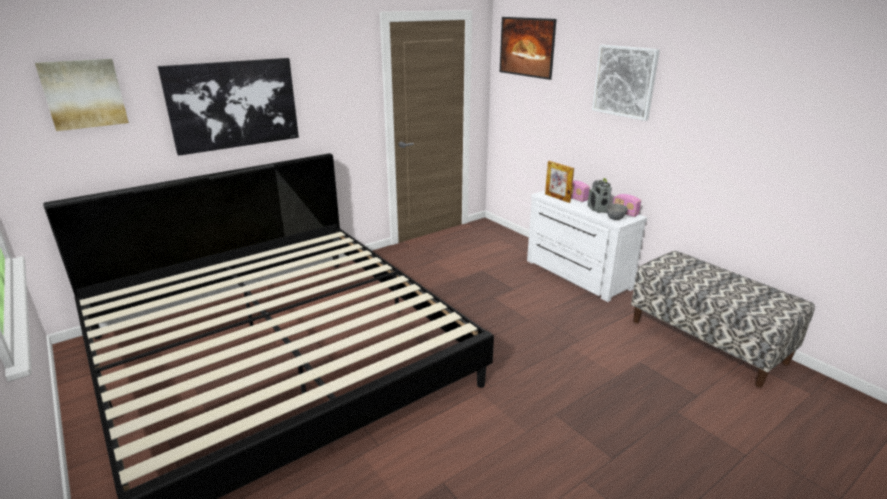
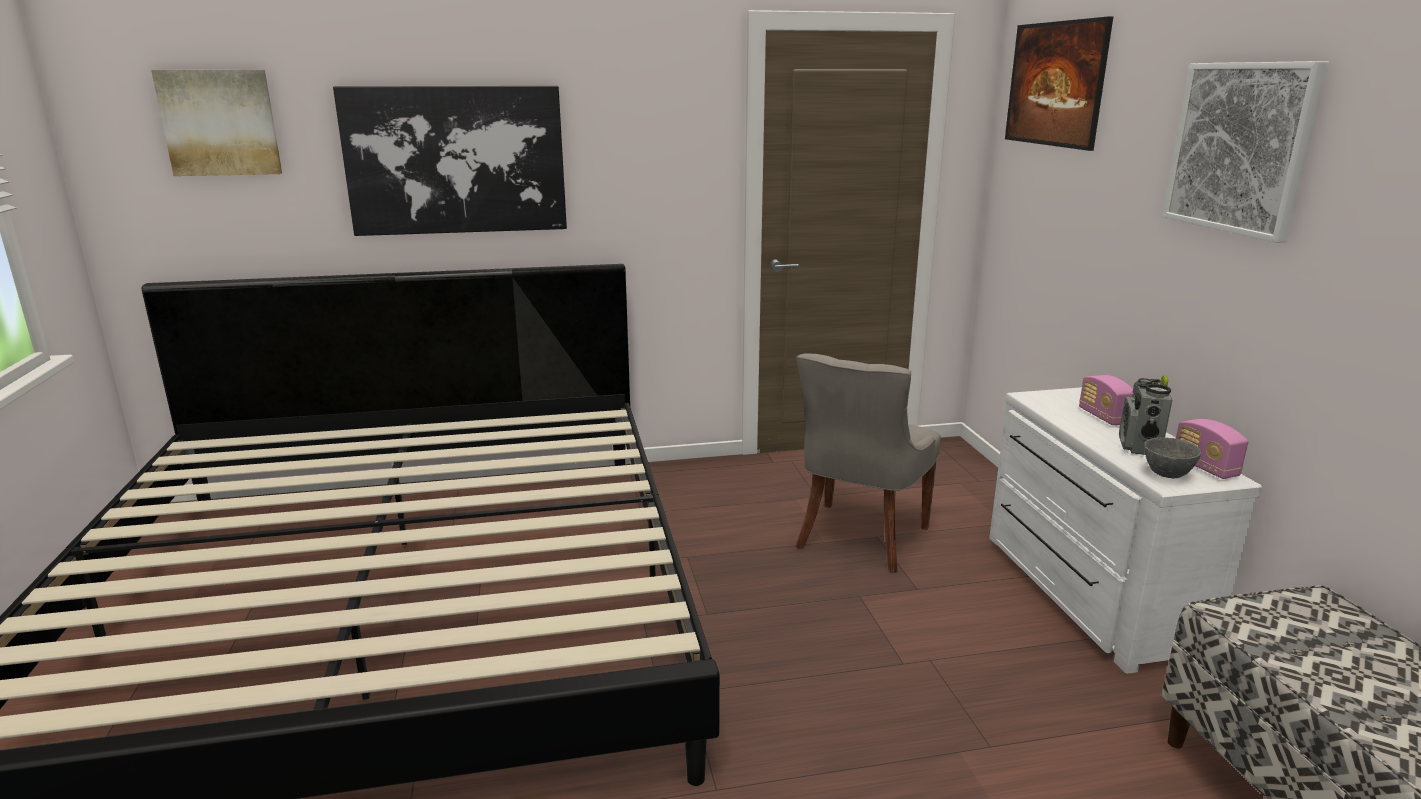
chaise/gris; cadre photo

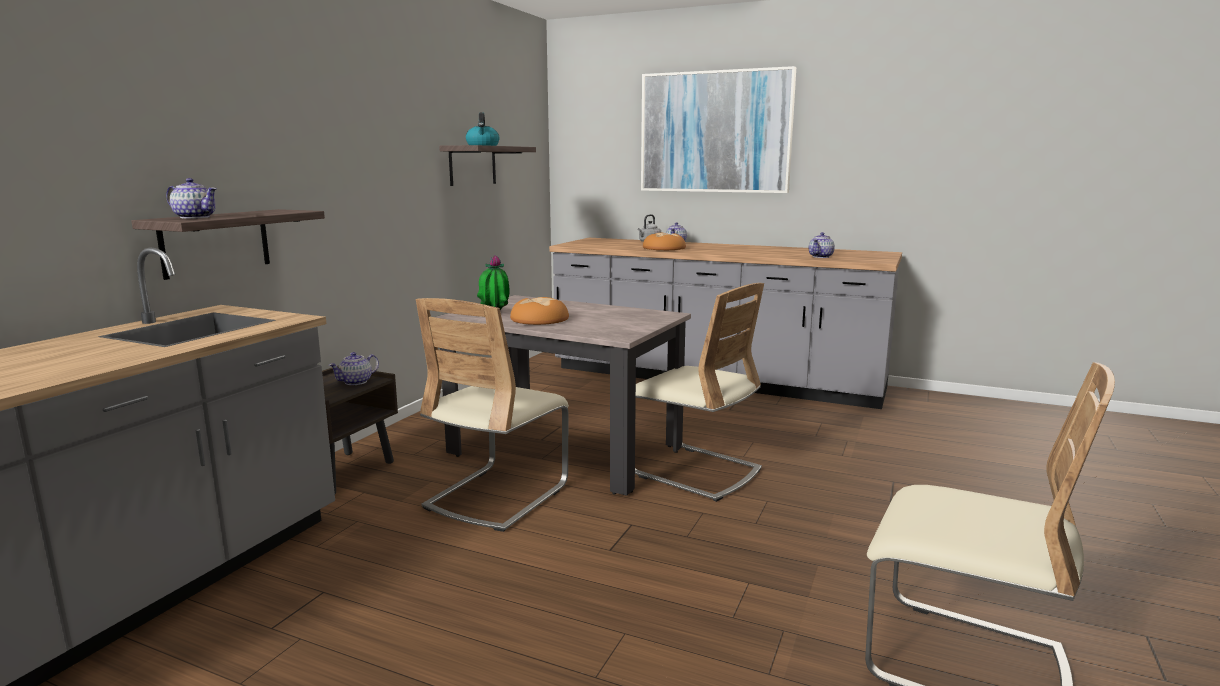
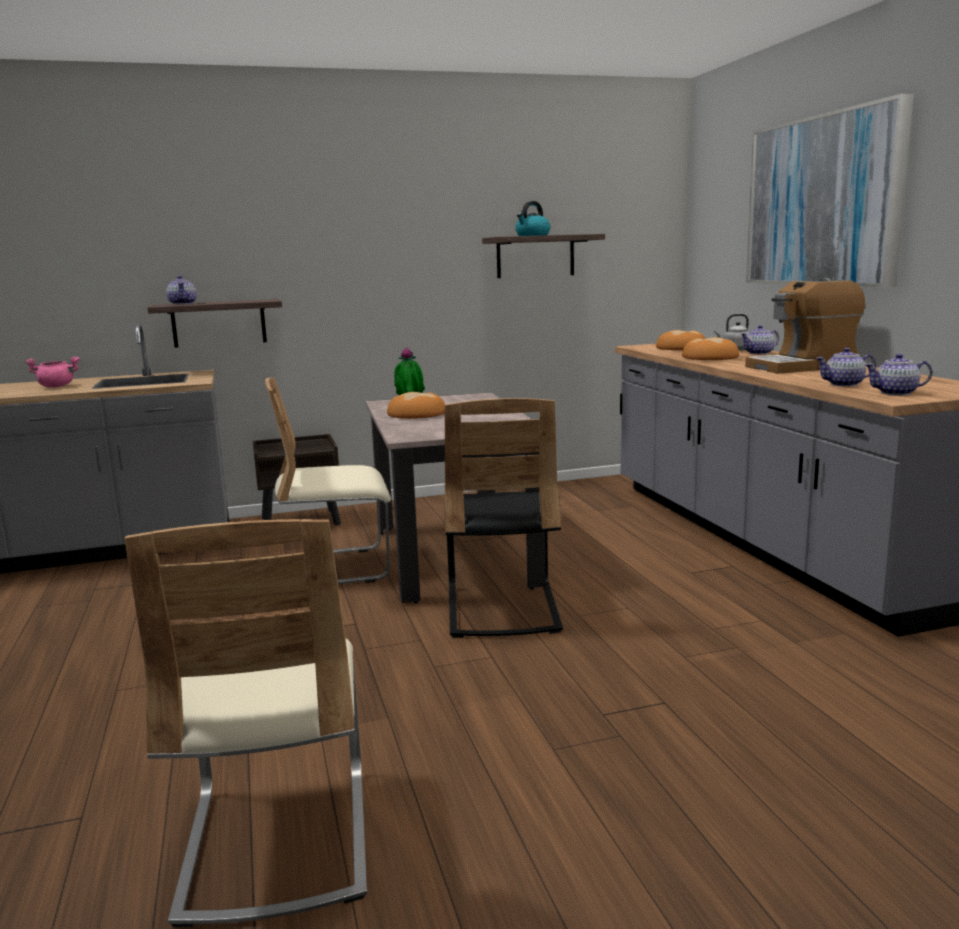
marmite/rose; chaise/noir; pain (2nd from left); machine à café; théière (4th from left)

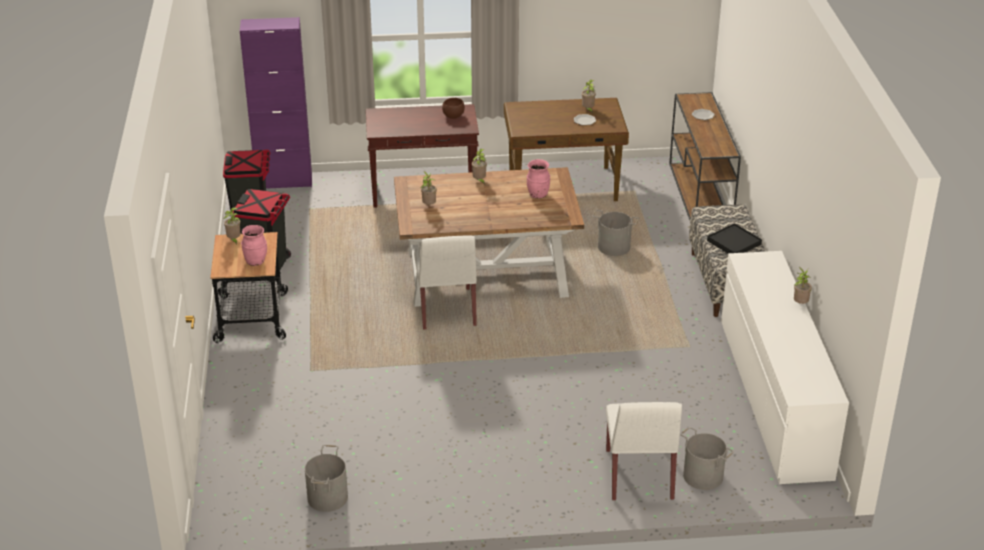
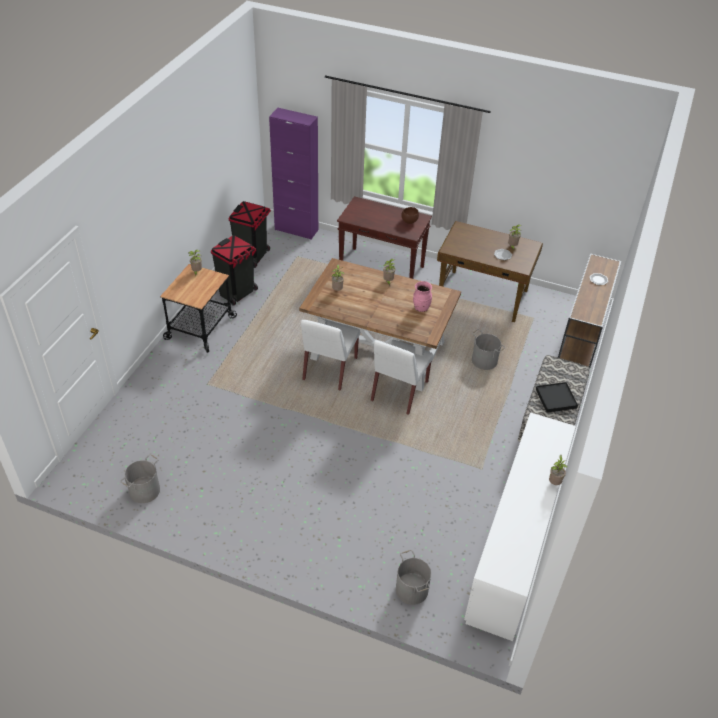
chaise/blanc (2nd from left); vase/rose (1st from left in the first image)

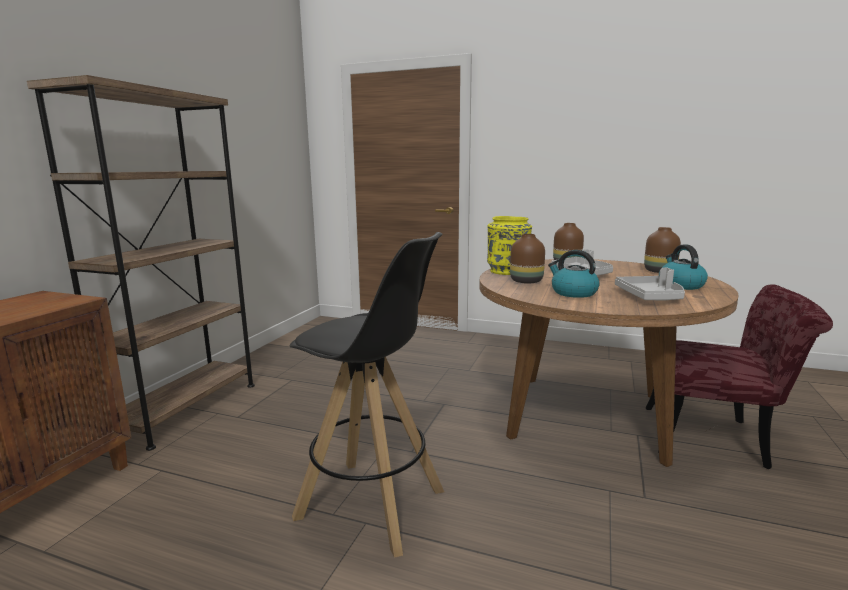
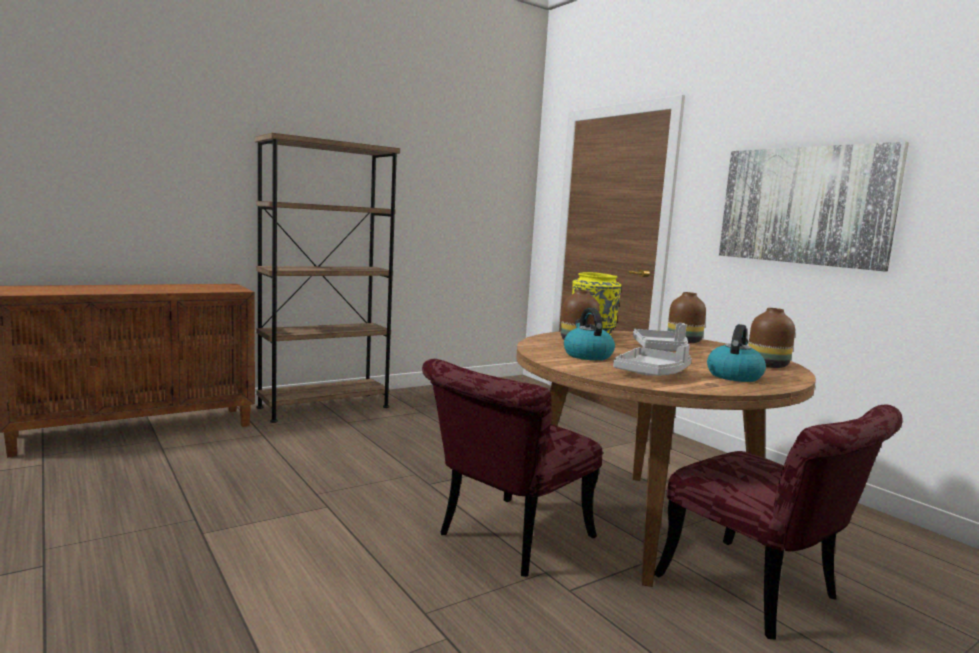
chaise/rouge (1st from left); tableau; tabouret/noir

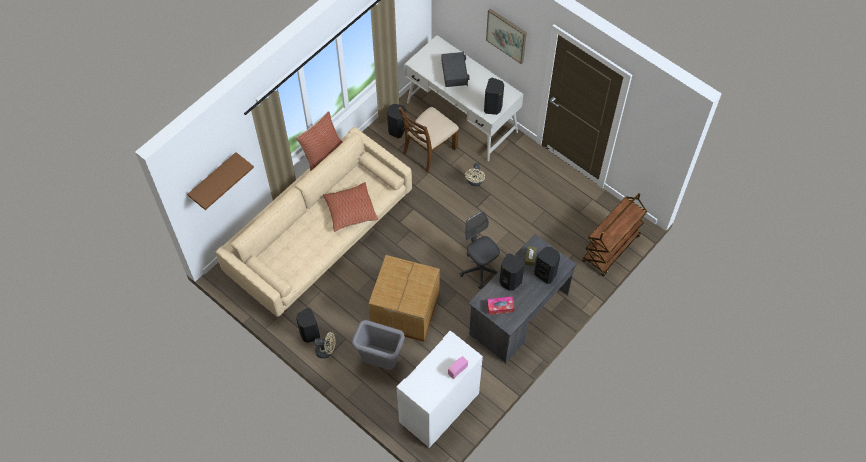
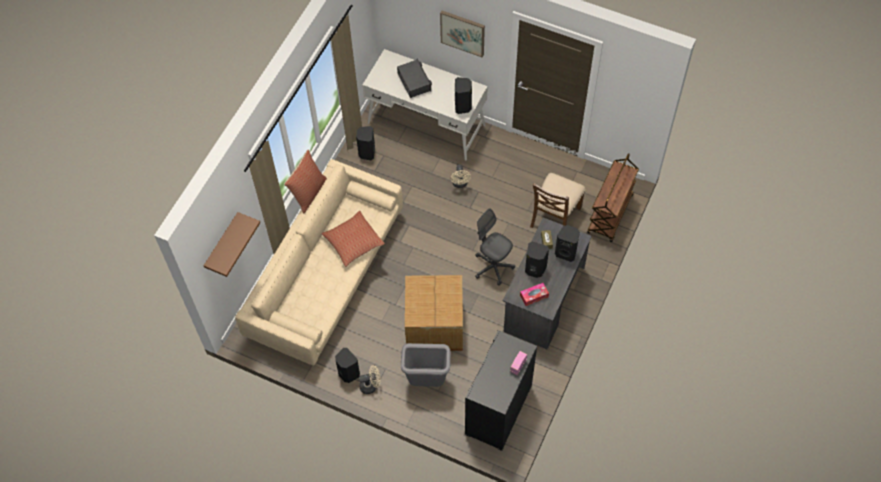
meuble de rangement/noir; chaise/marron

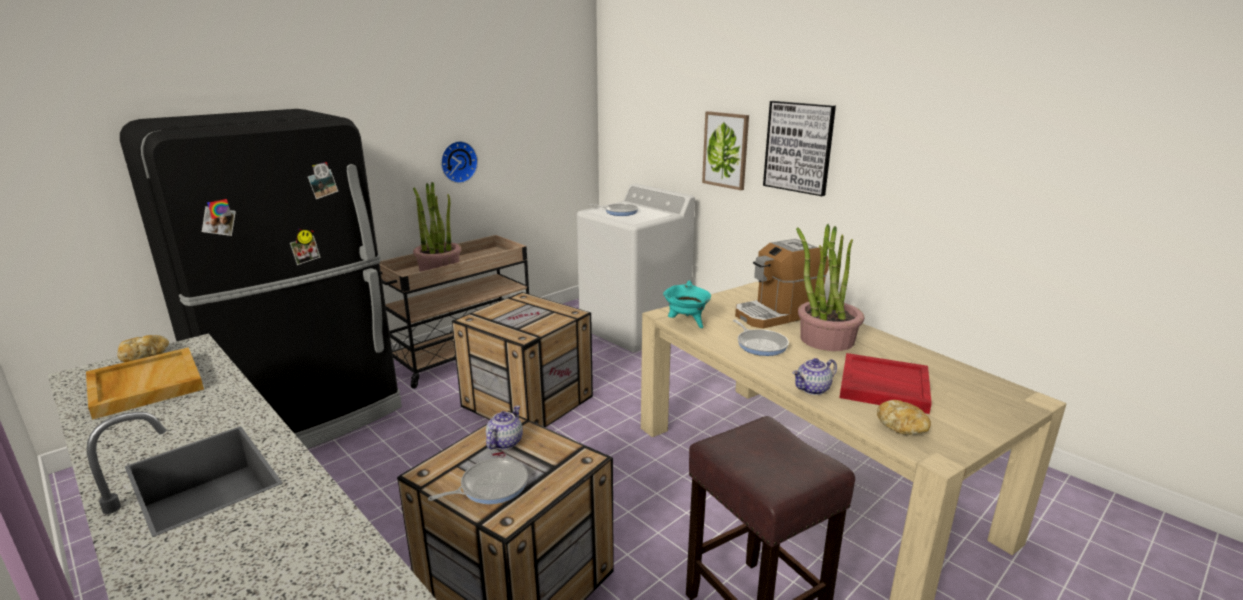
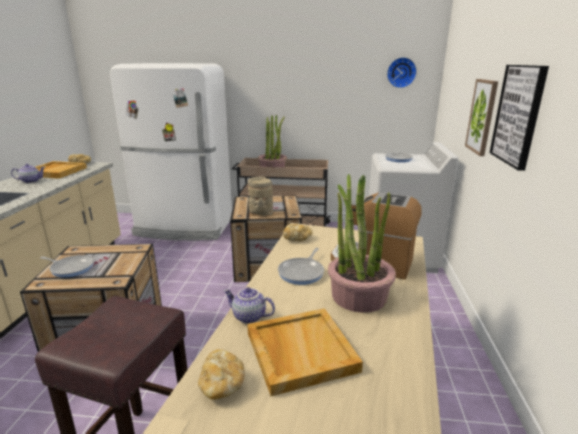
théière (1st from left); réfrigérateur/blanc; plateau/beige (2nd from left); vase/beige; pain (3rd from left); horloge murale

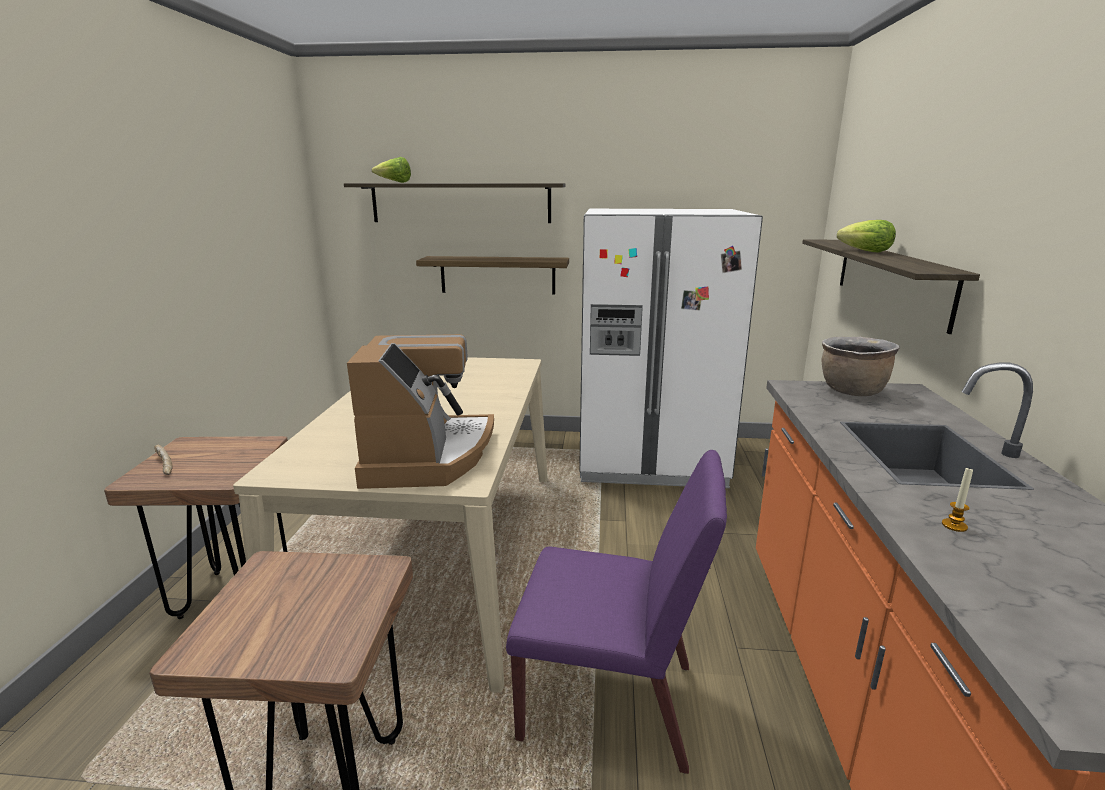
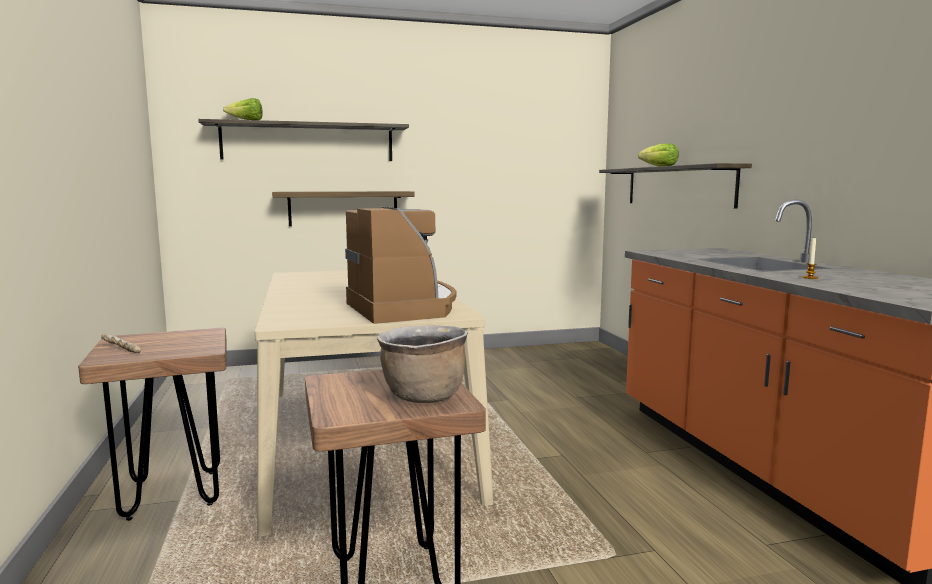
marmite/marron; chaise/violet; réfrigérateur/blanc

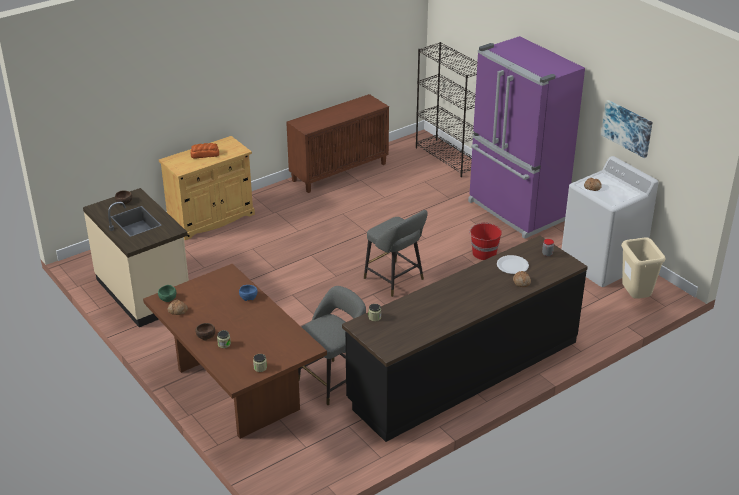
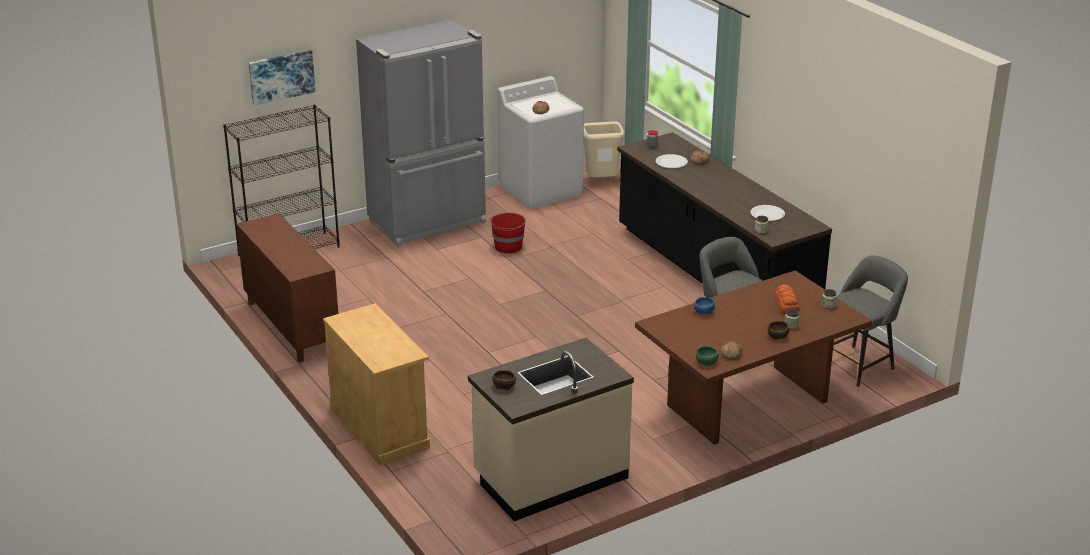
tableau; réfrigérateur/gris; assiette/blanc (2nd from left); pain (4th from left); tabouret/gris (2nd from left)

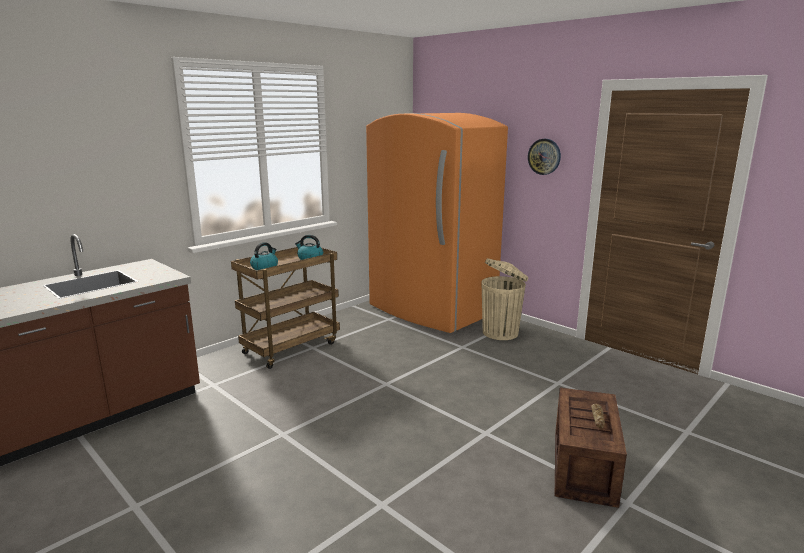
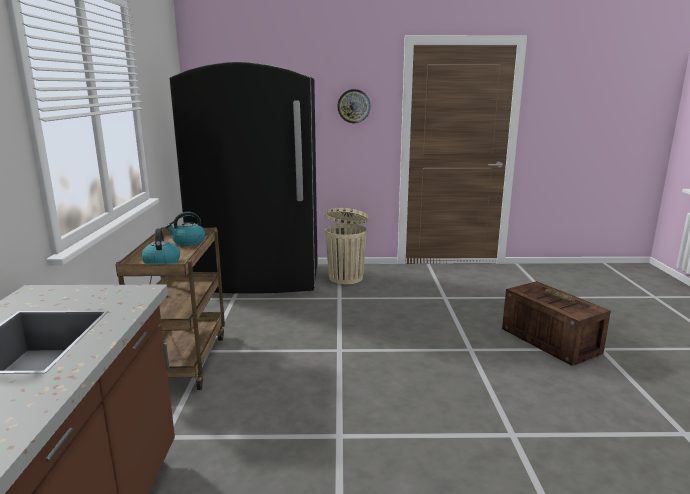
réfrigérateur/noir

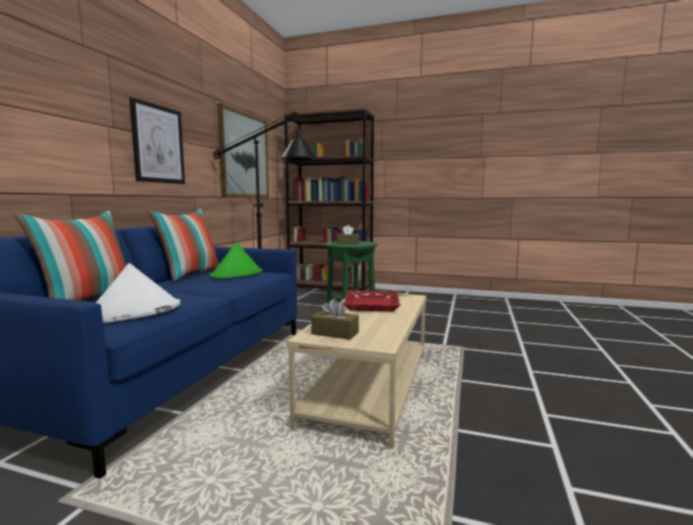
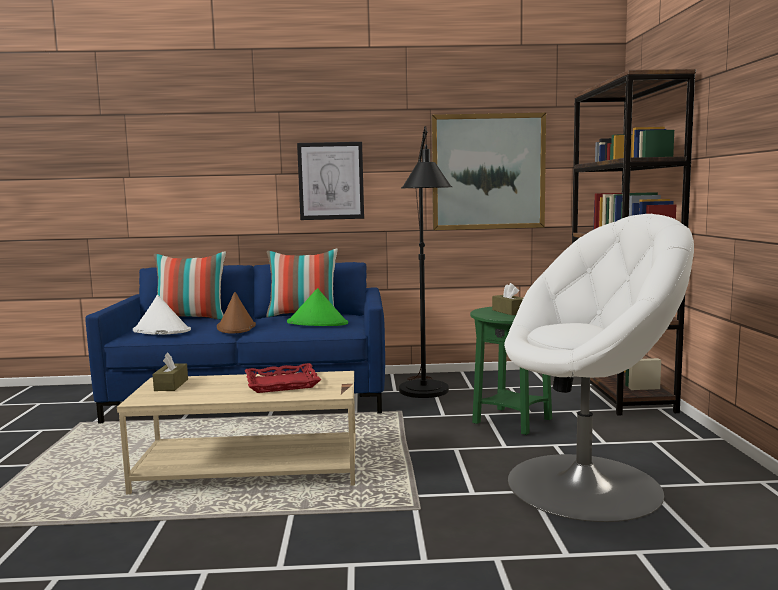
chapeau/marron; fauteuil/blanc

